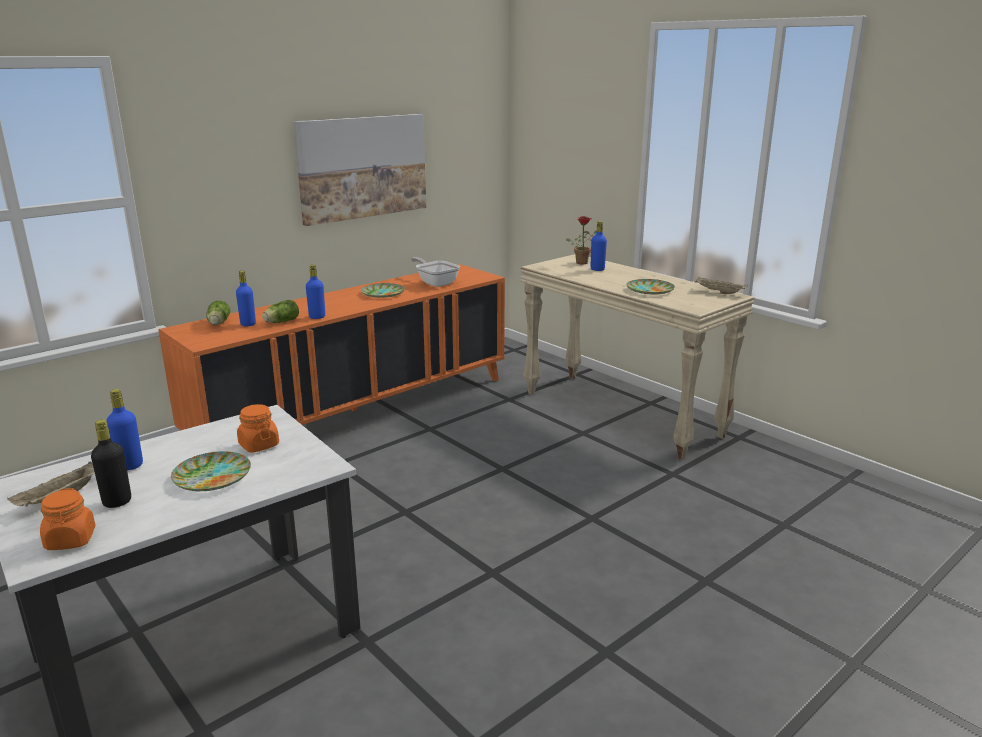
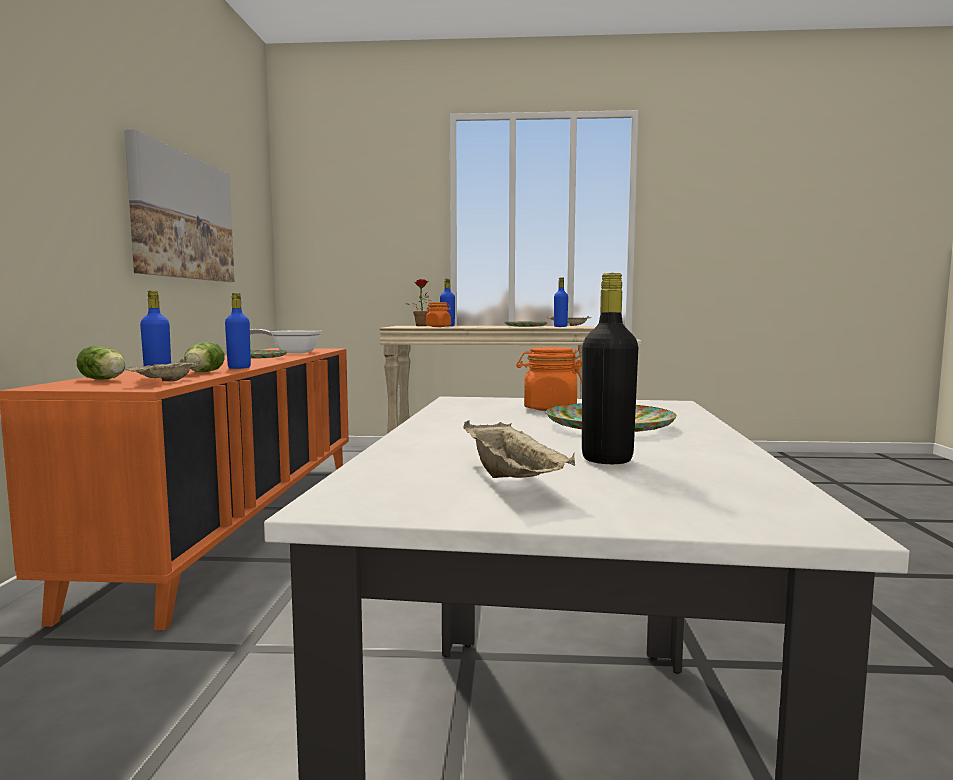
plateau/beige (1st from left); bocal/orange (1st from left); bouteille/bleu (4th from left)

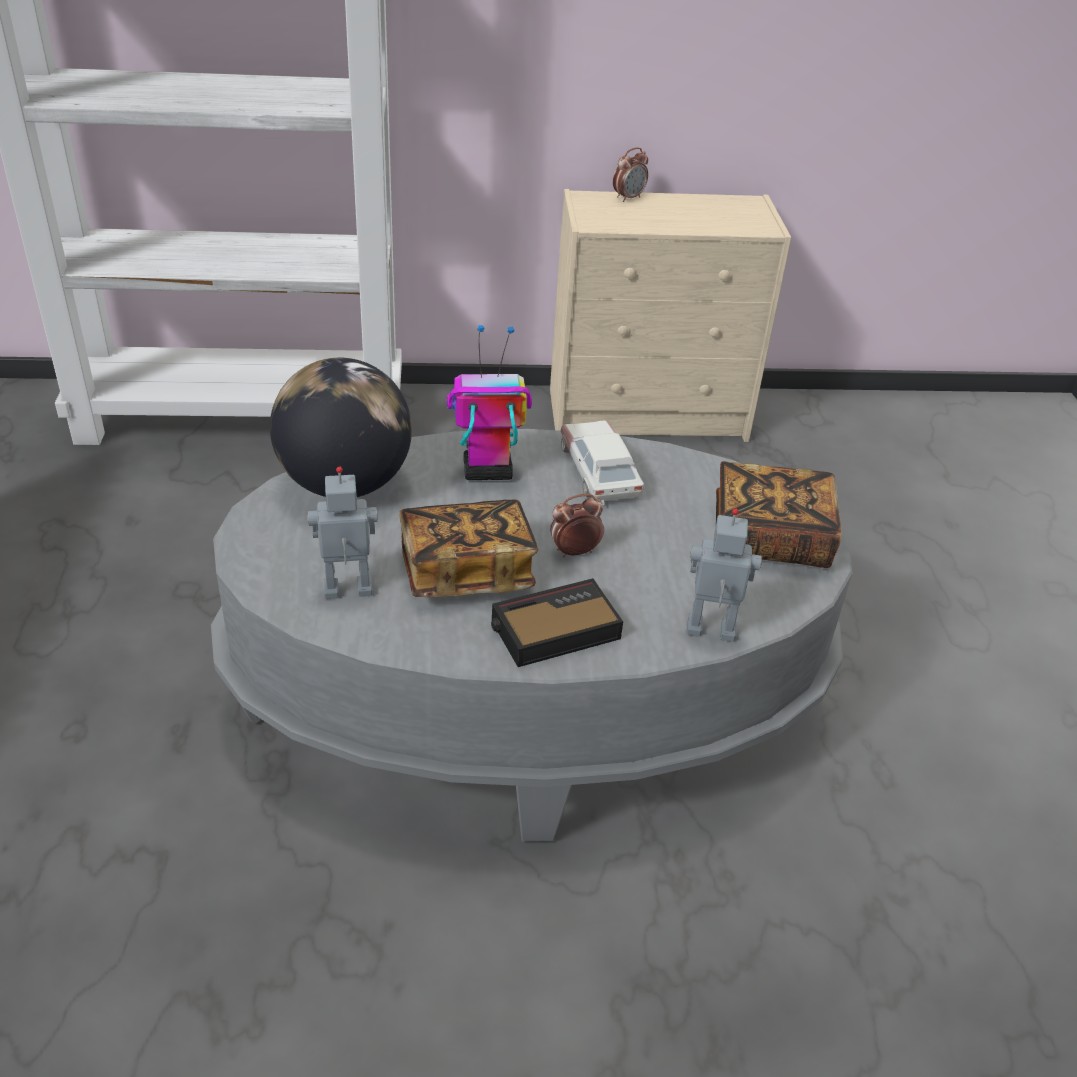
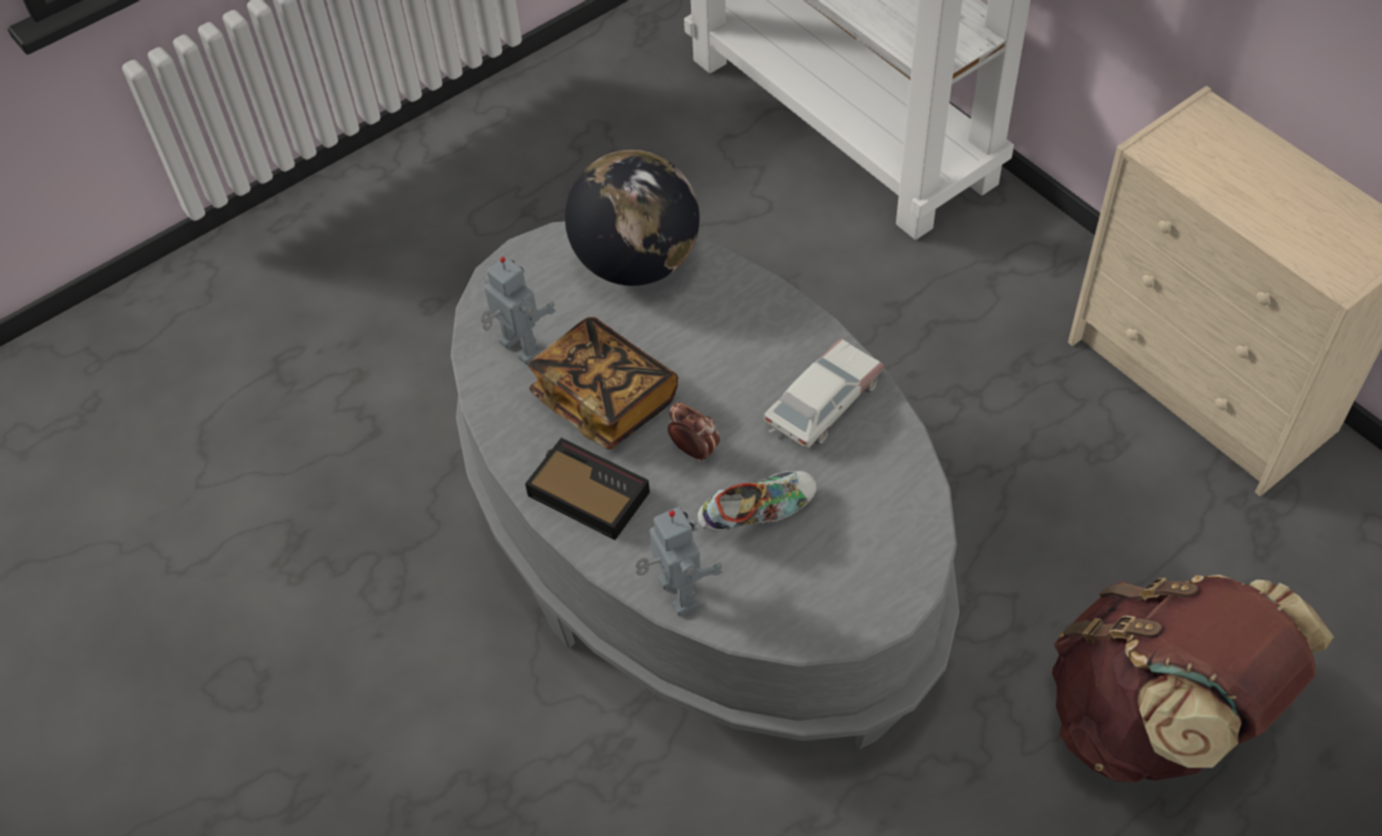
chaussure; sac à dos/marron; robot jouet (2nd from left in the first image); réveil (3rd from left in the first image); livre (2nd from left in the first image)

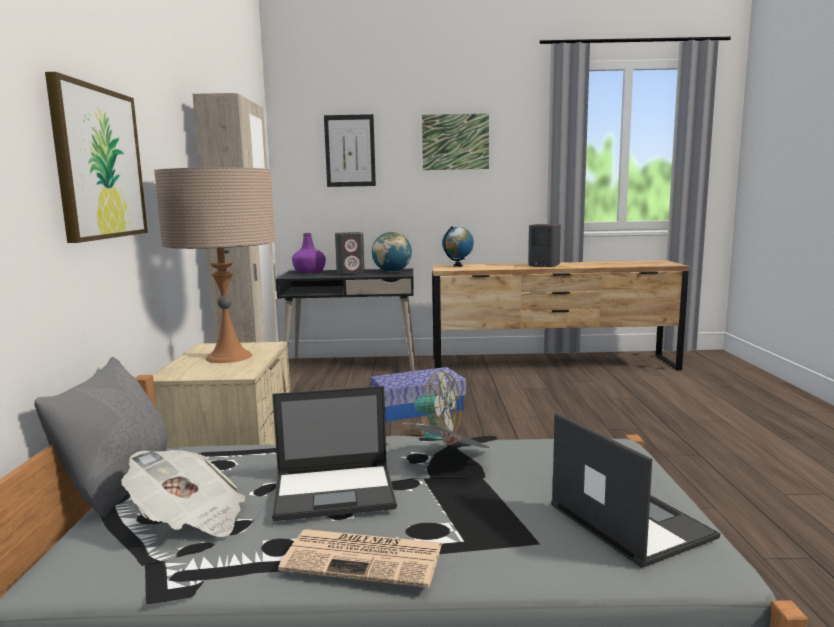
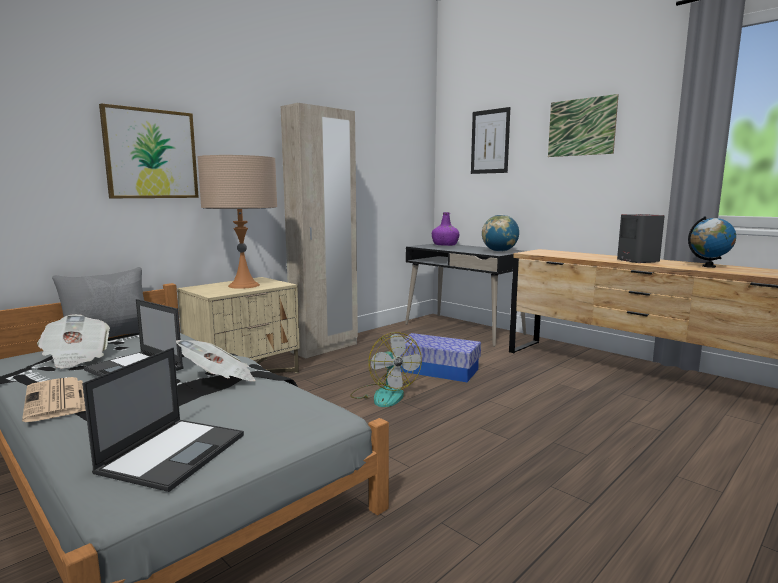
globe (2nd from left); enceinte/gris (1st from left in the first image)

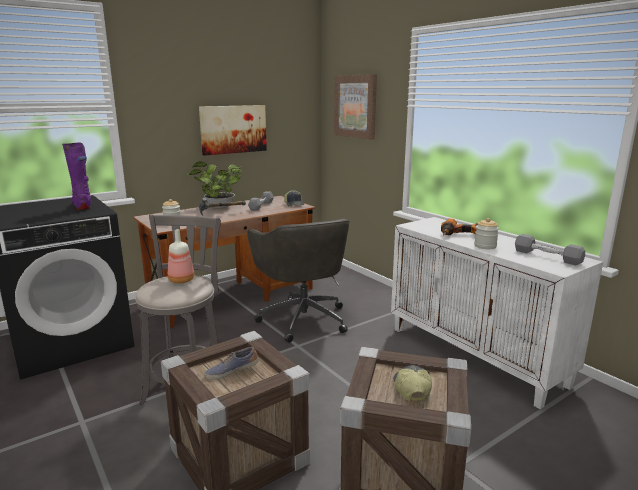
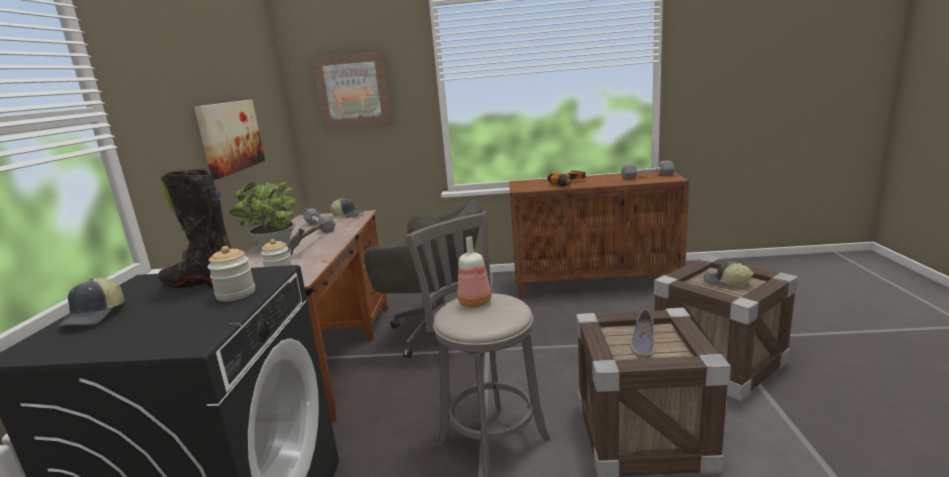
casquette (1st from left); botte/noir; bocal (1st from left); meuble de rangement/marron

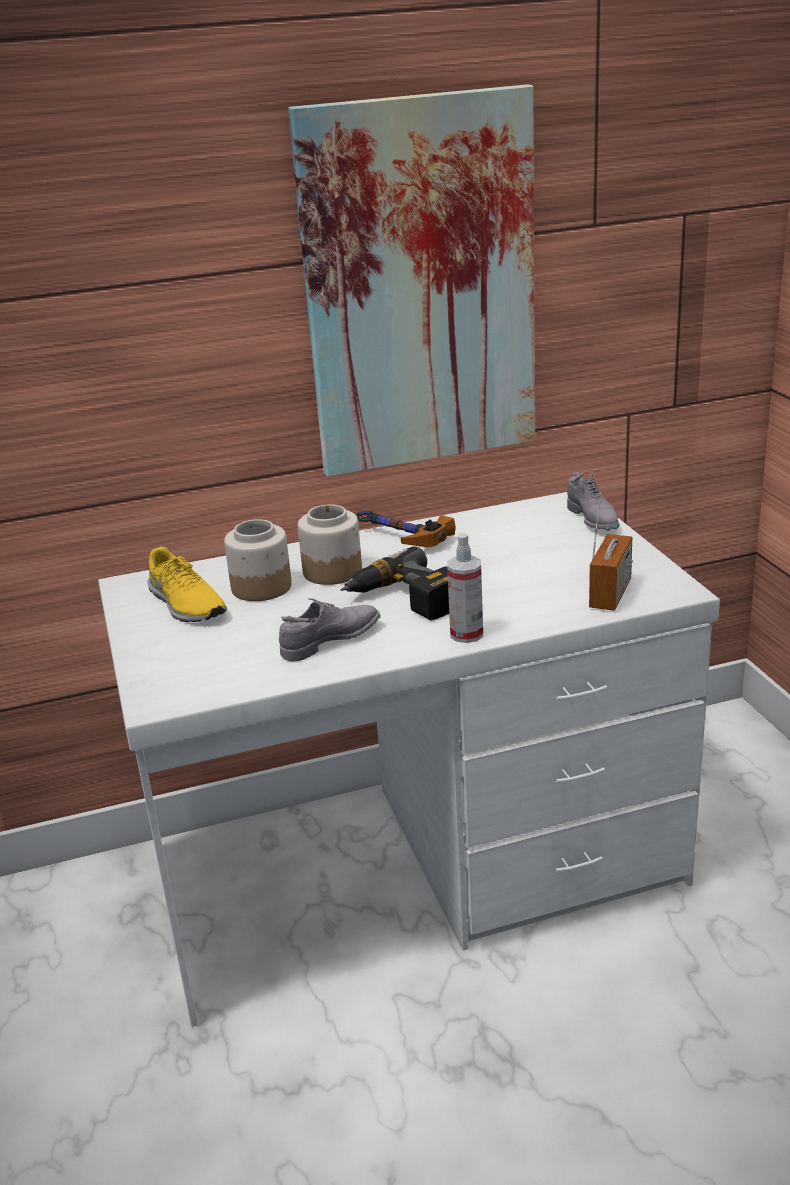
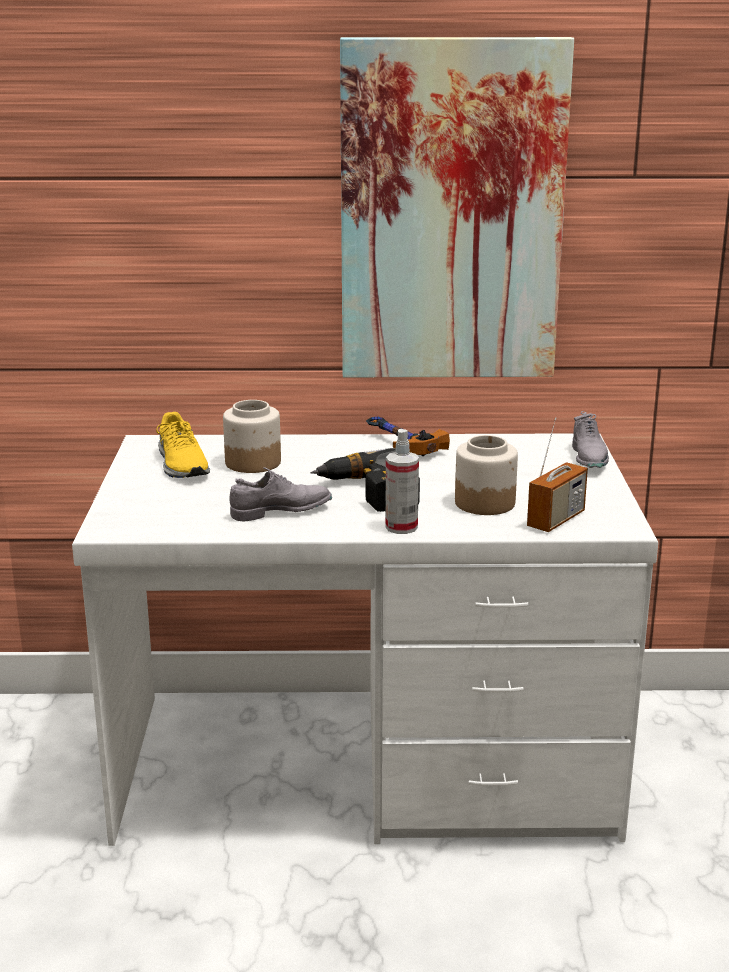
bocal (2nd from left)

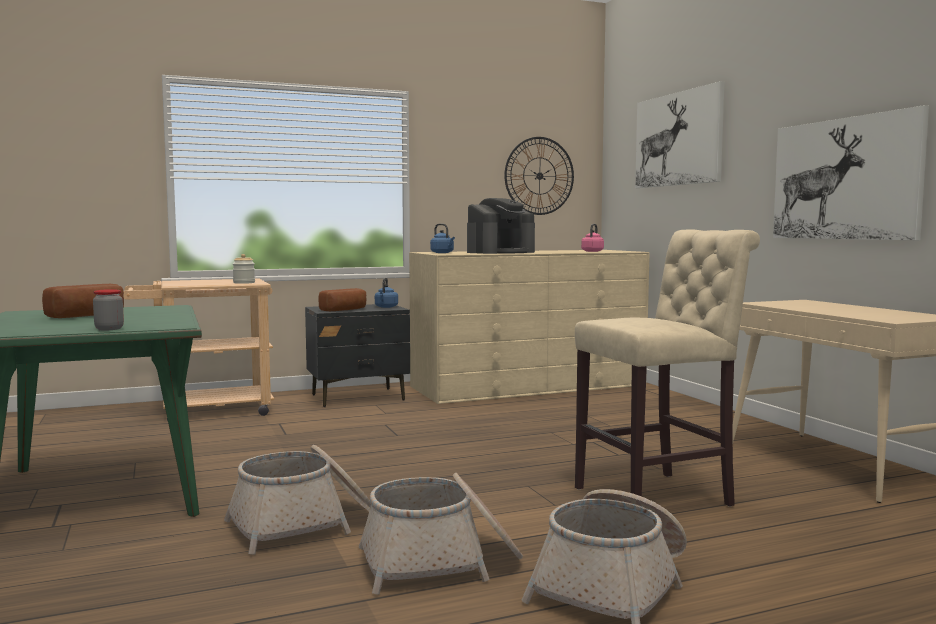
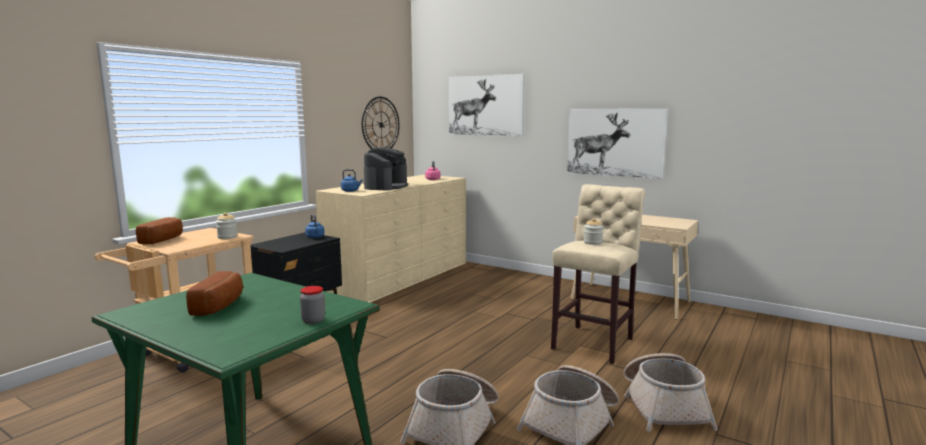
pain (1st from left); bocal (3rd from left)

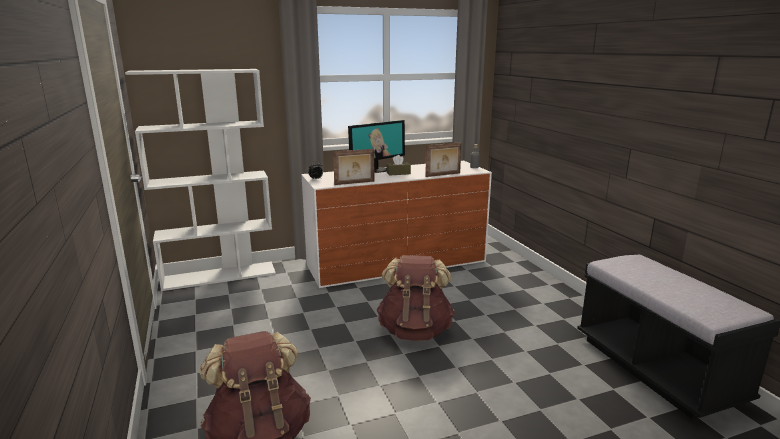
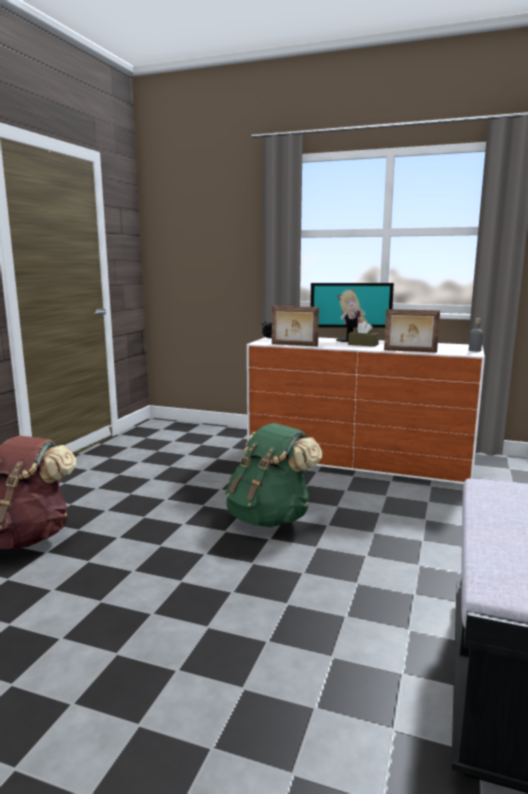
sac à dos/vert; bibliothèque/blanc

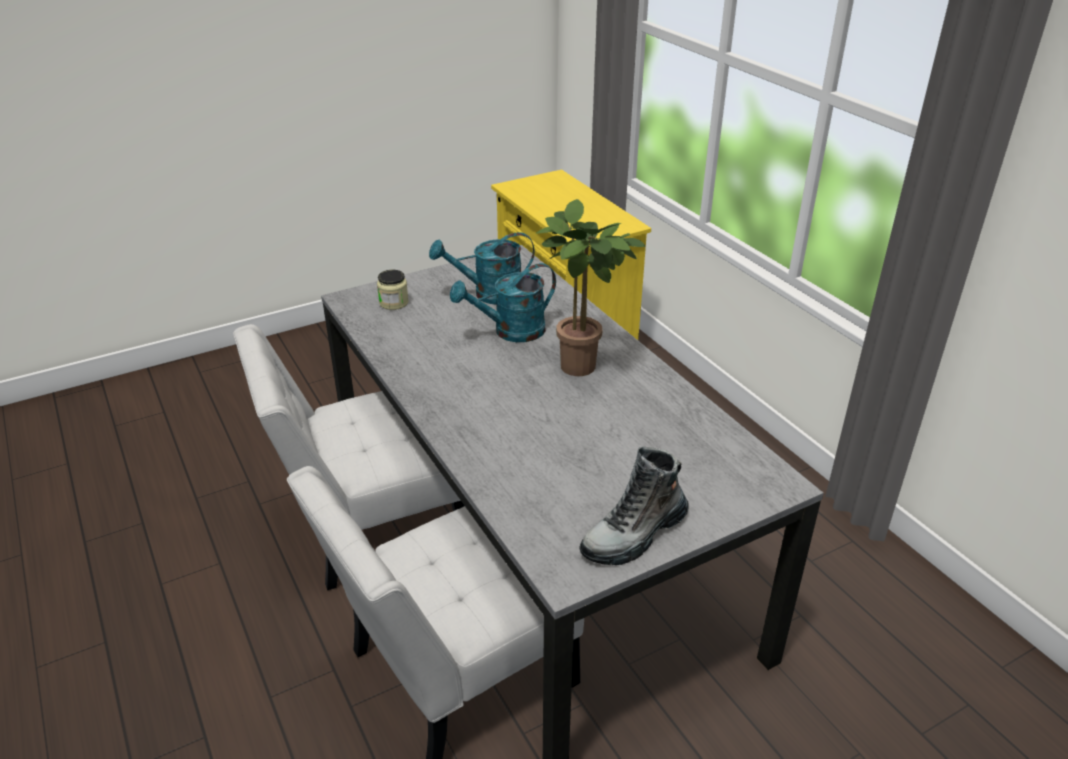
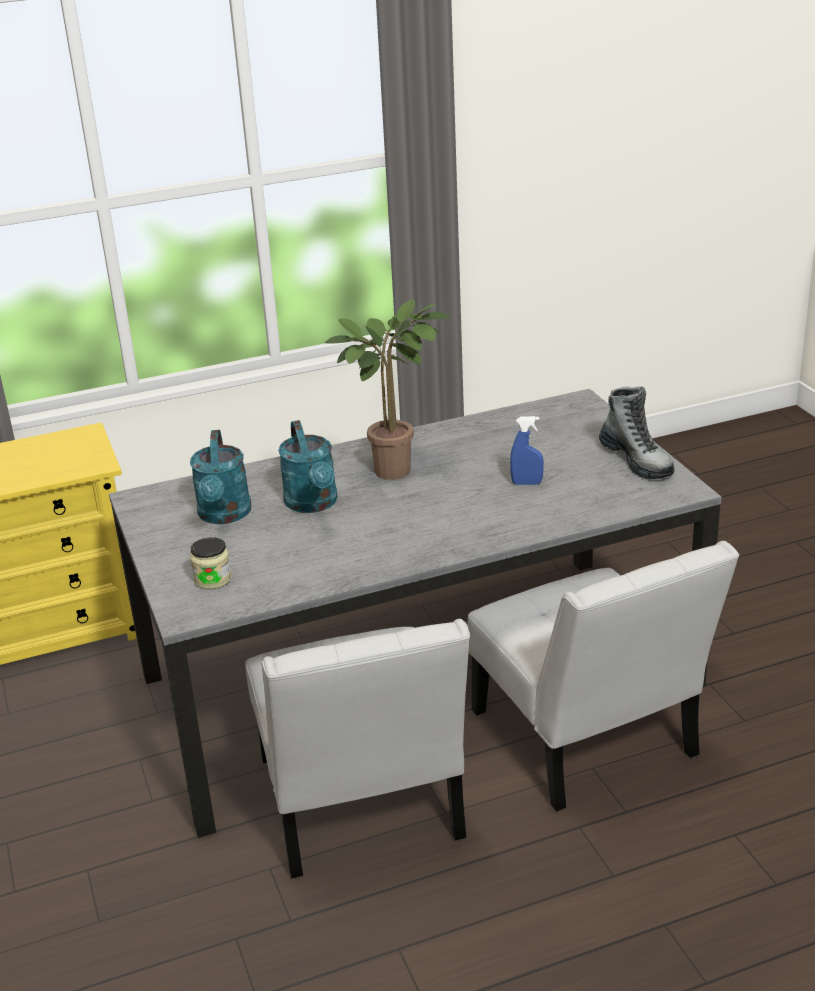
vaporisateur/bleu

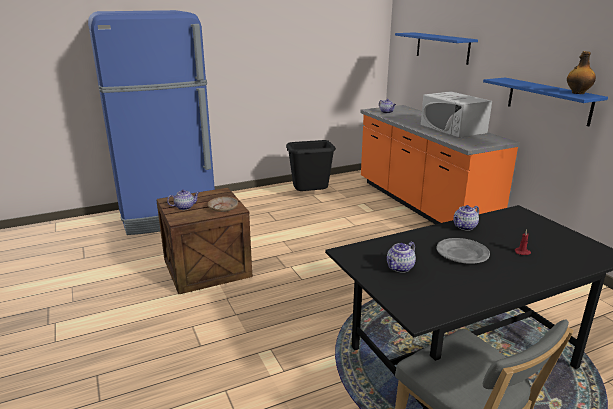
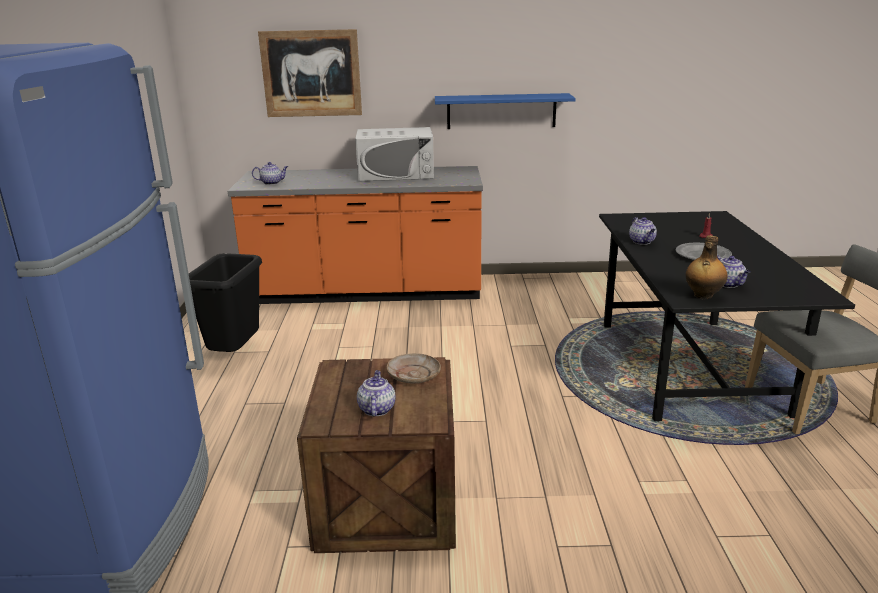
tableau; bouteille

